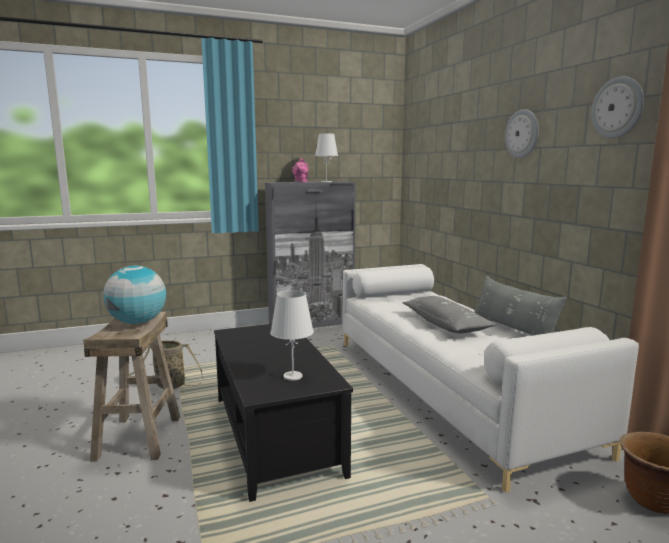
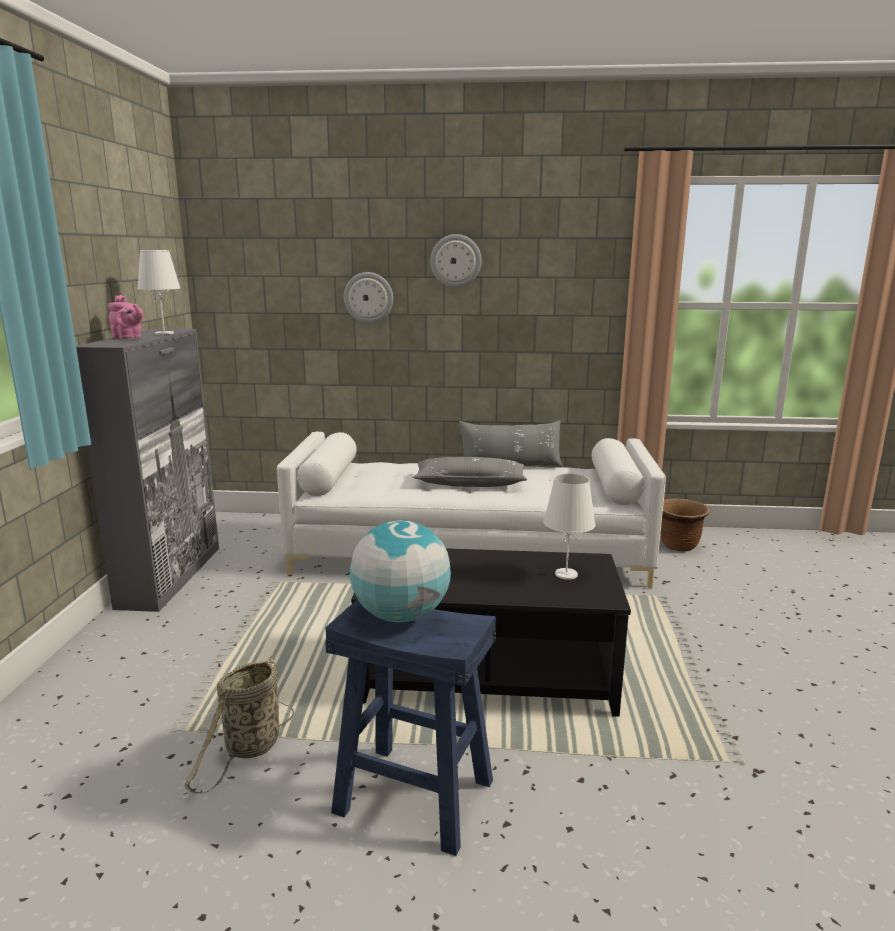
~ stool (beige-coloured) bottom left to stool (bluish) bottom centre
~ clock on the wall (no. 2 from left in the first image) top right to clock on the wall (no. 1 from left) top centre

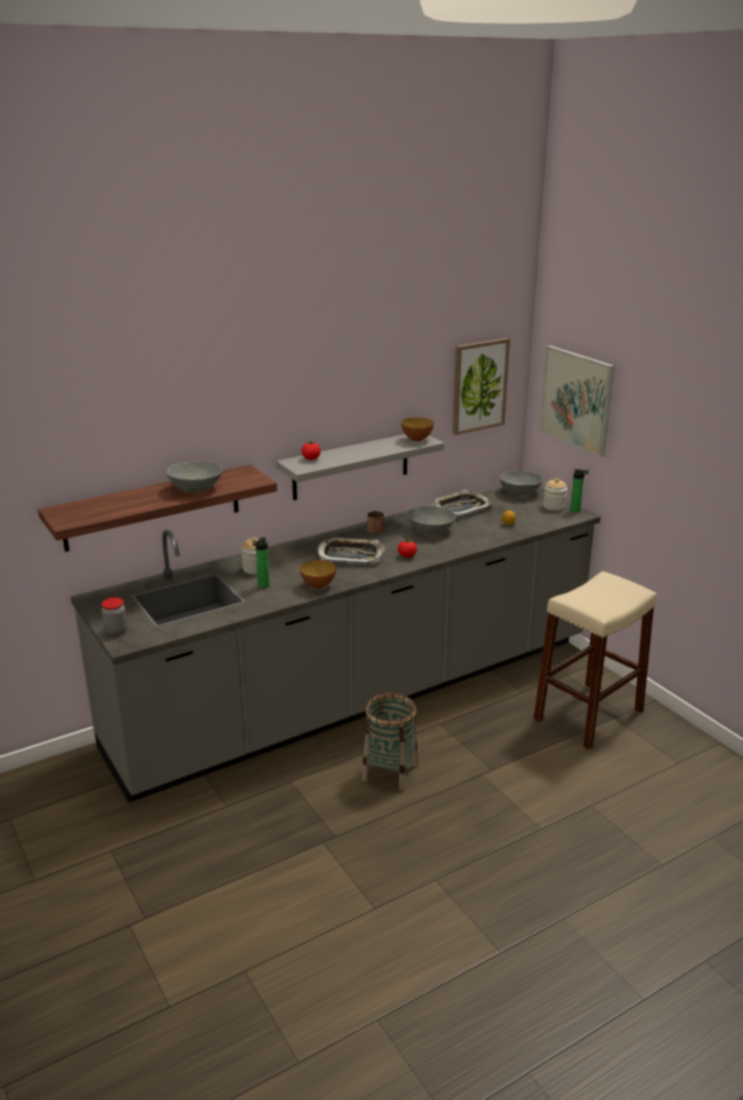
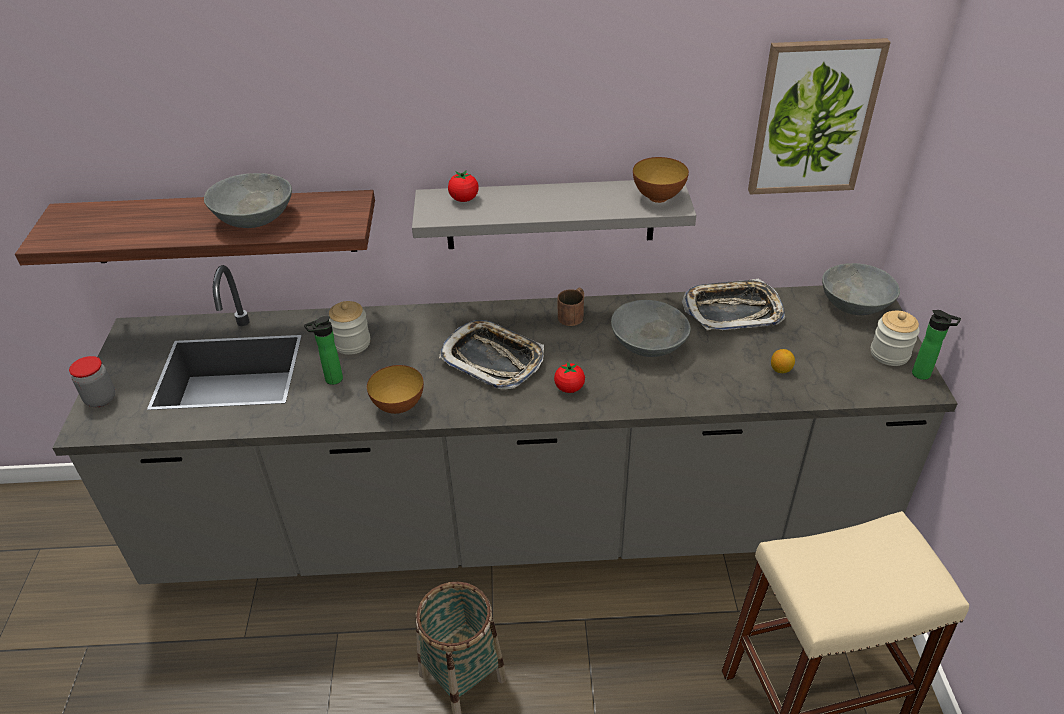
- wall picture (no. 2 from left) middle right

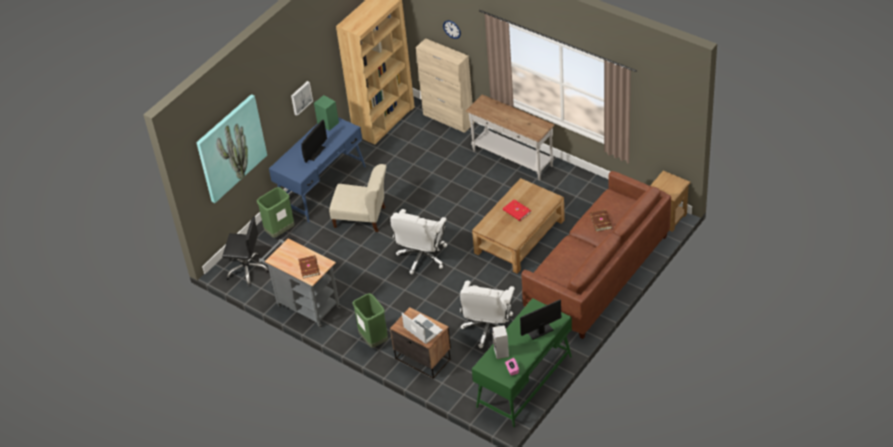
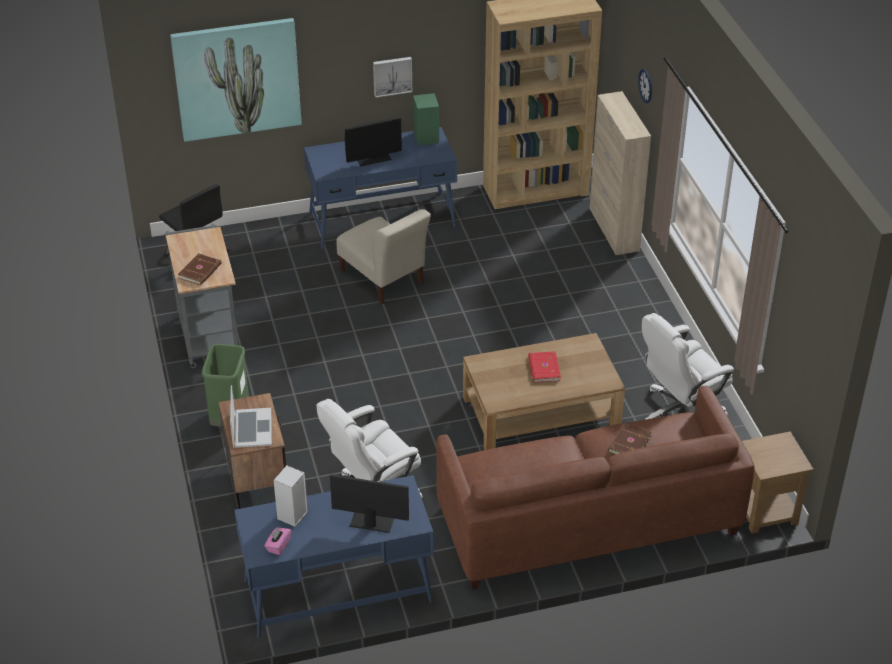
~ desk table (greenish) bottom centre to desk table (bluish) (no. 1 from left) bottom centre
~ desk chair (white-coloured) (no. 1 from left in the first image) centre to desk chair (white-coloured) (no. 2 from left) middle right
- waste bin (greenish) (no. 1 from left) middle left
- console table (white-coloured) top centre

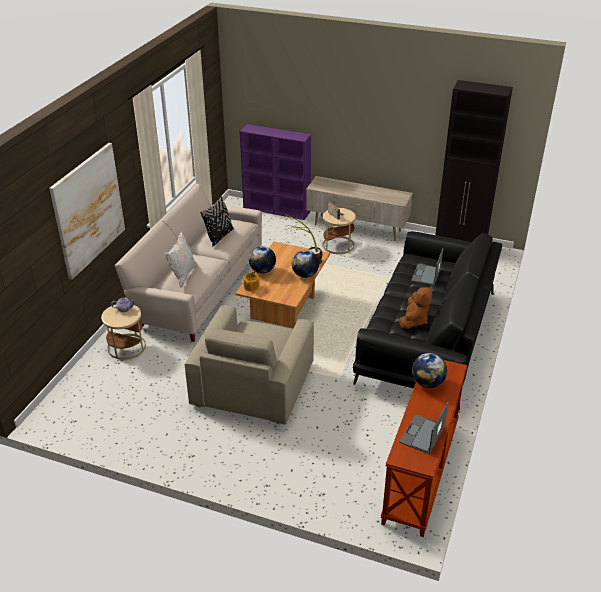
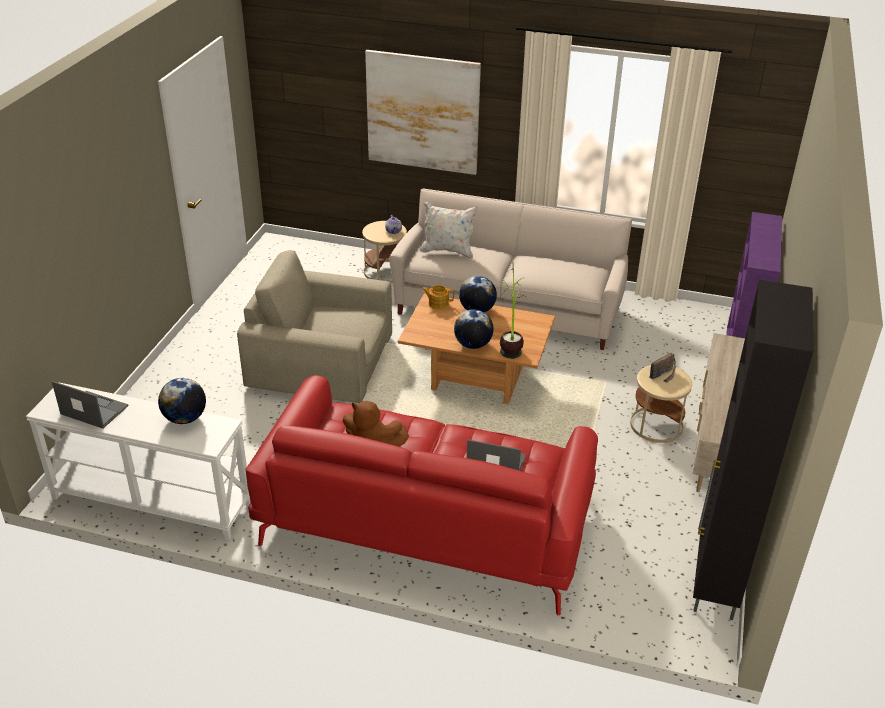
~ console table (brown) bottom right to console table (white-coloured) middle left
~ sofa (black) middle right to sofa (red-coloured) bottom centre
- pillow (black) centre

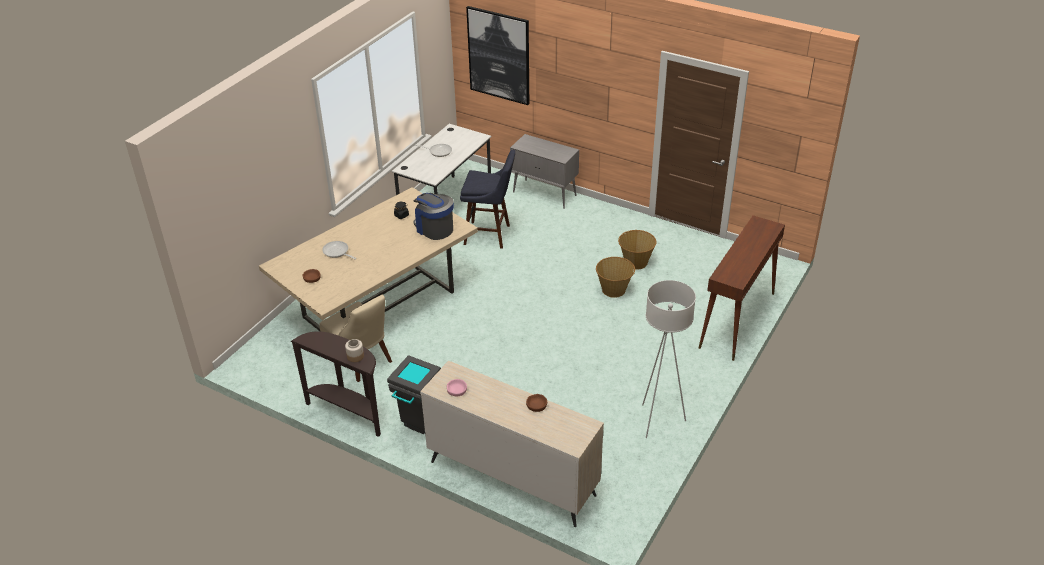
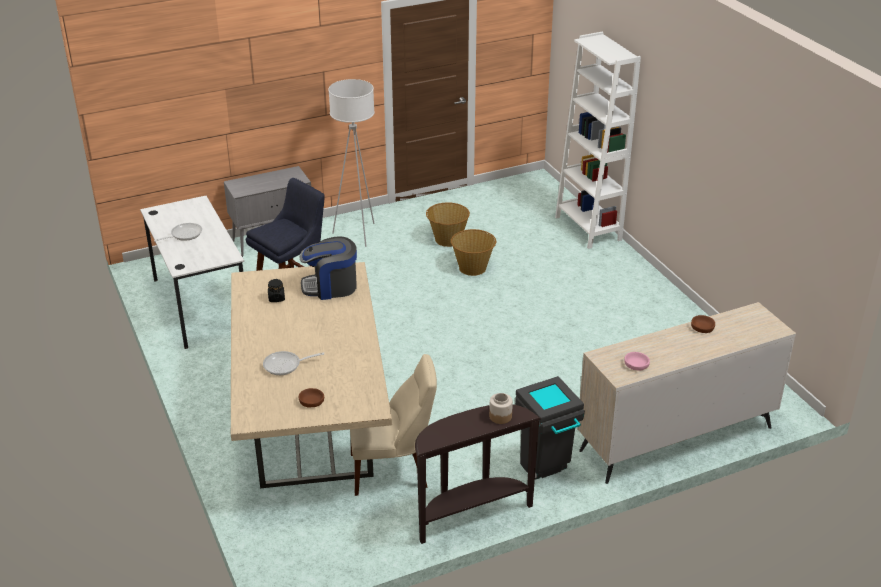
~ standing lamp (white-coloured) centre to top centre
~ console table (brown) (no. 2 from left) middle right to bookcase (white-coloured) top right
- wall picture top centre

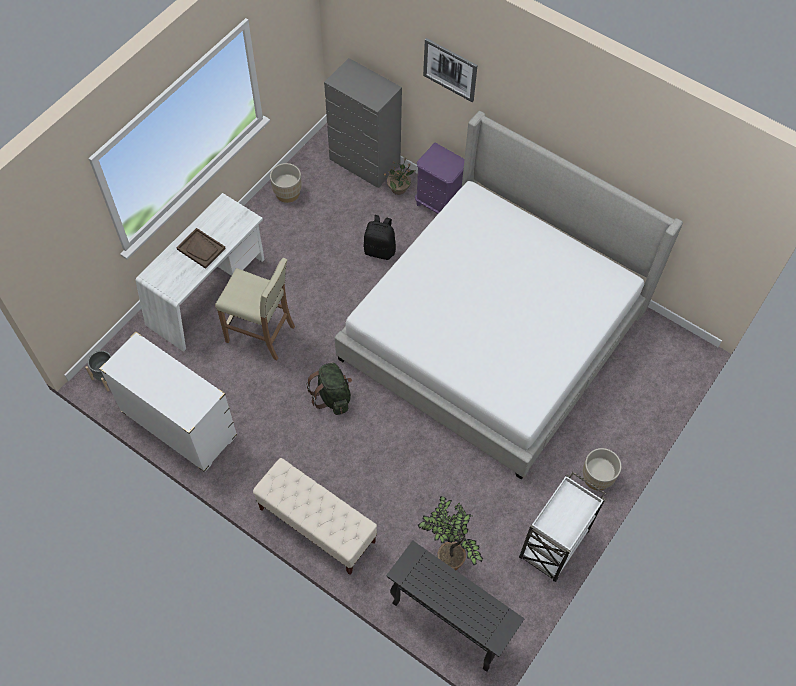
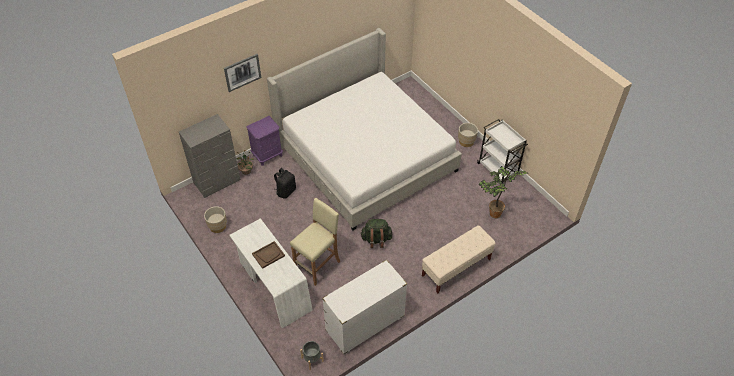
- console table (black) bottom centre

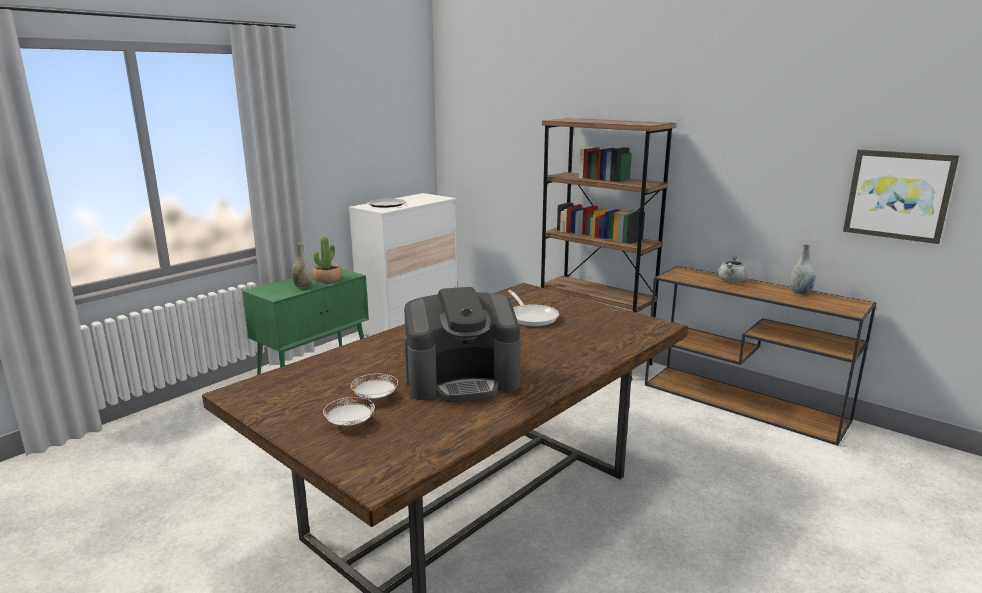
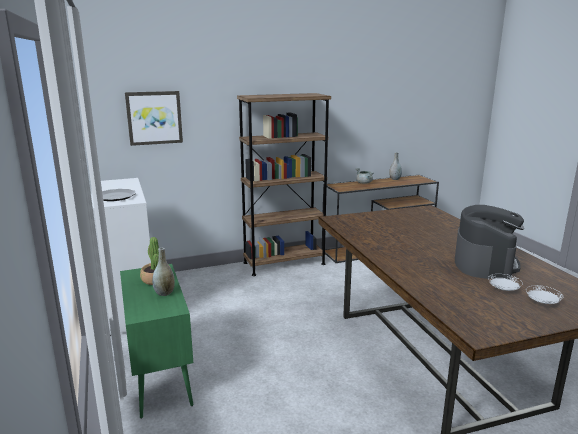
~ wall picture top right to top left
- pan centre

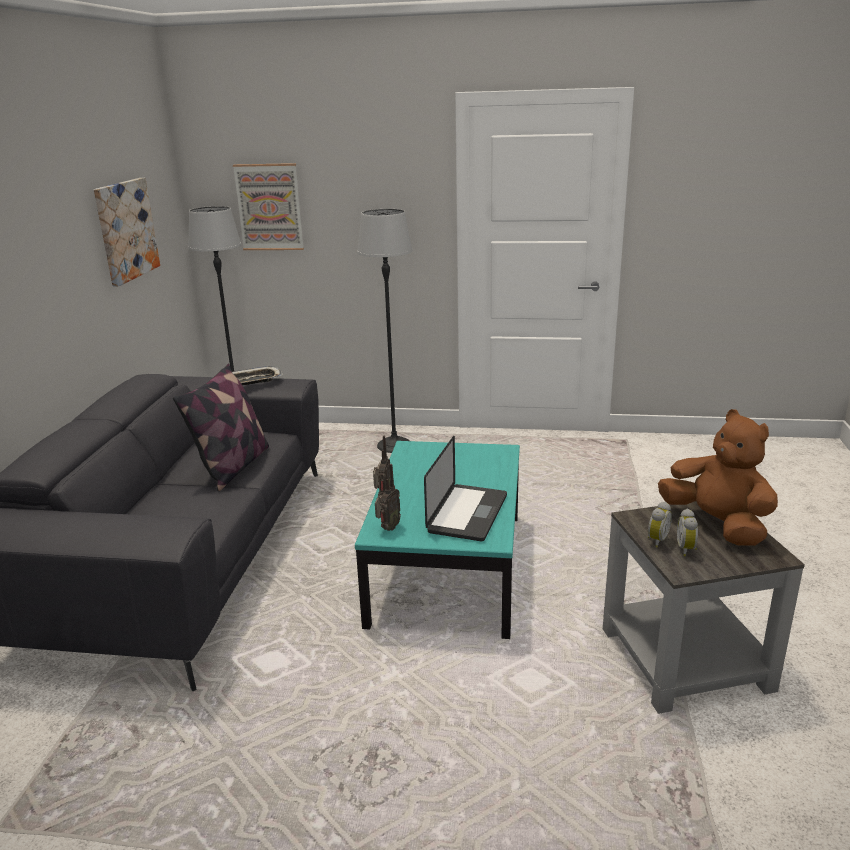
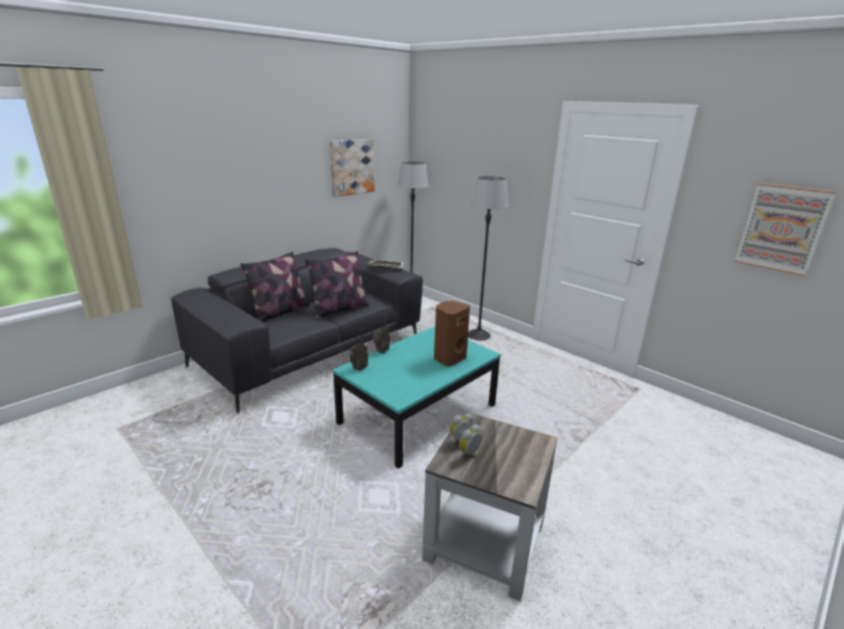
+ pillow (no. 1 from left) middle left
+ audio speaker (brown) centre
~ wall picture (no. 2 from left) top left to middle right
- portable computer centre
- plush toy (brown) middle right

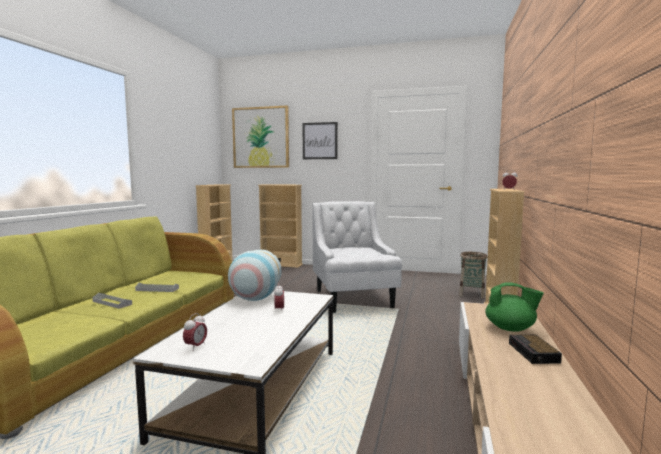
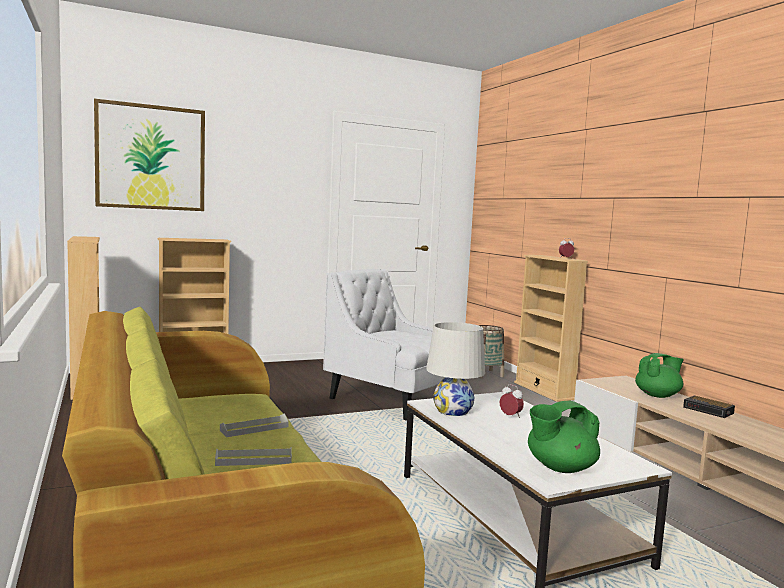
~ vase centre to lamp for a table (white-coloured) centre
~ table clock (no. 1 from left) bottom left to teapot (greenish) (no. 1 from left) bottom right
- wall picture (no. 2 from left) top centre

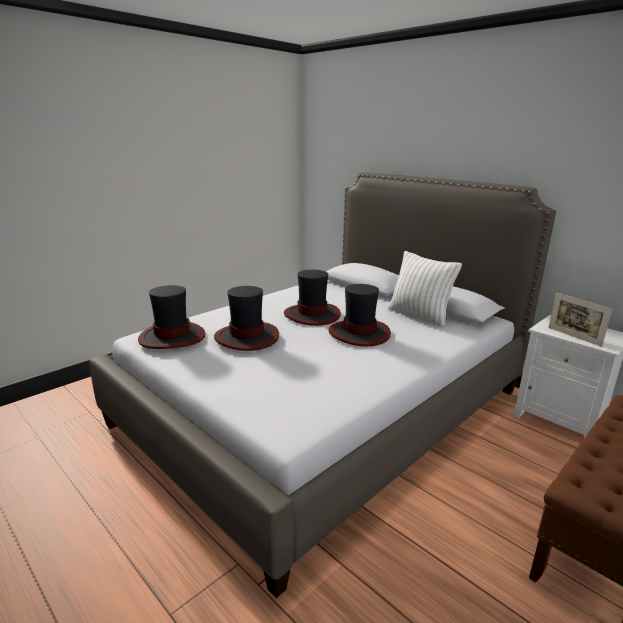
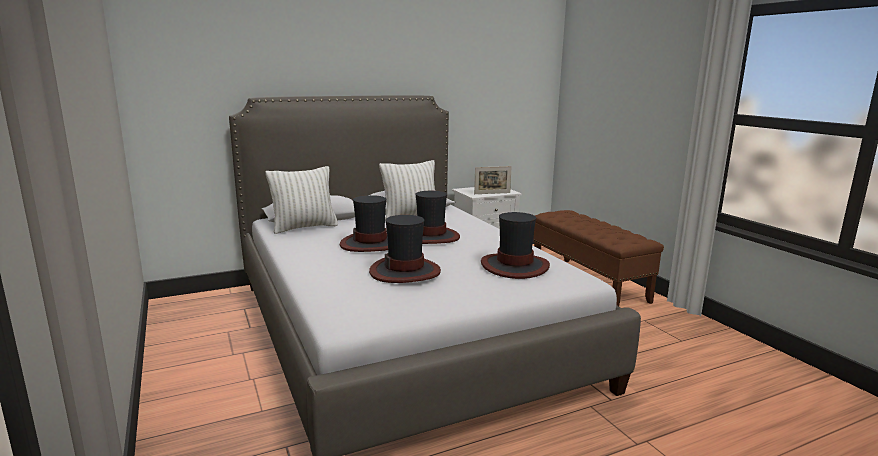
+ pillow (white-coloured) (no. 1 from left) centre
~ clothing hat (no. 1 from left in the first image) middle left to clothing hat (no. 4 from left) centre

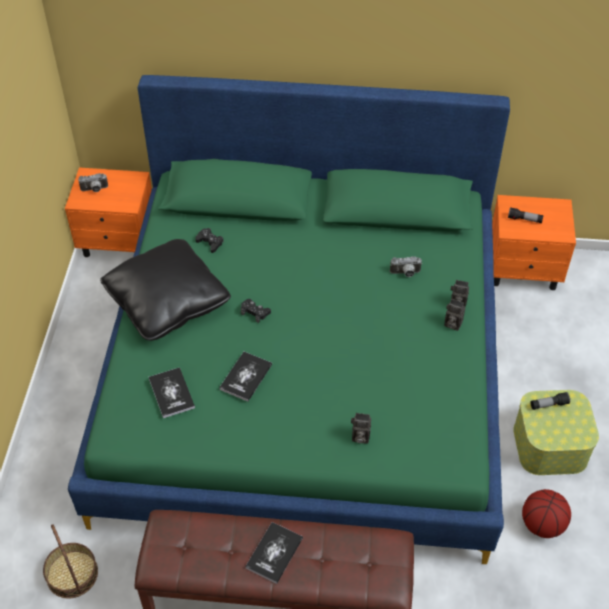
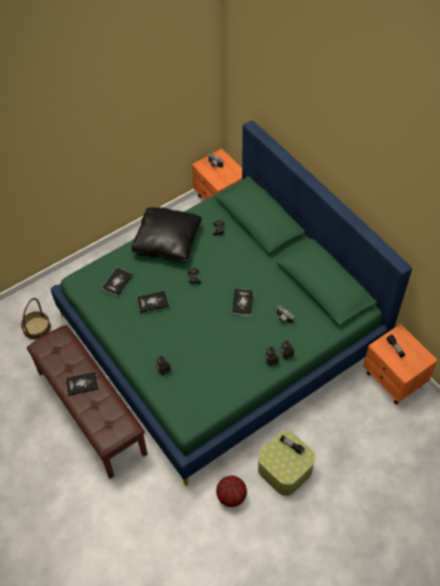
+ volume (no. 4 from left) centre

